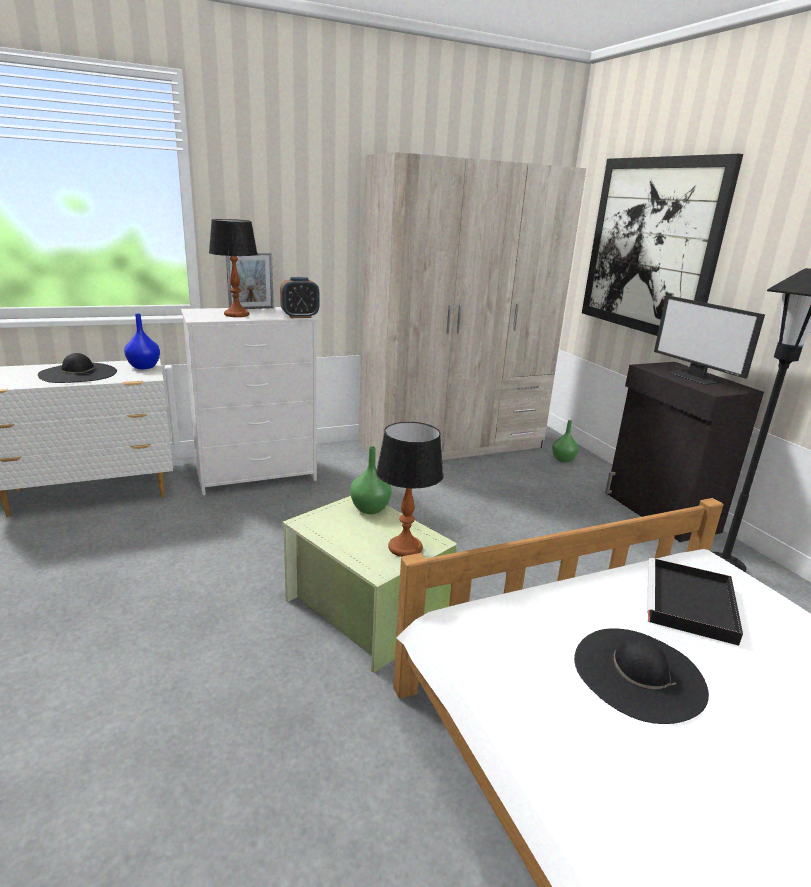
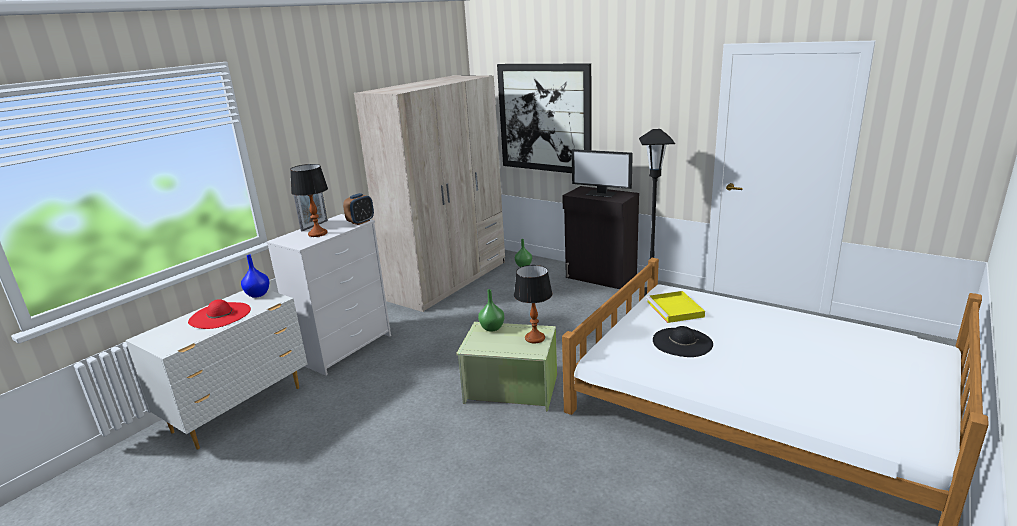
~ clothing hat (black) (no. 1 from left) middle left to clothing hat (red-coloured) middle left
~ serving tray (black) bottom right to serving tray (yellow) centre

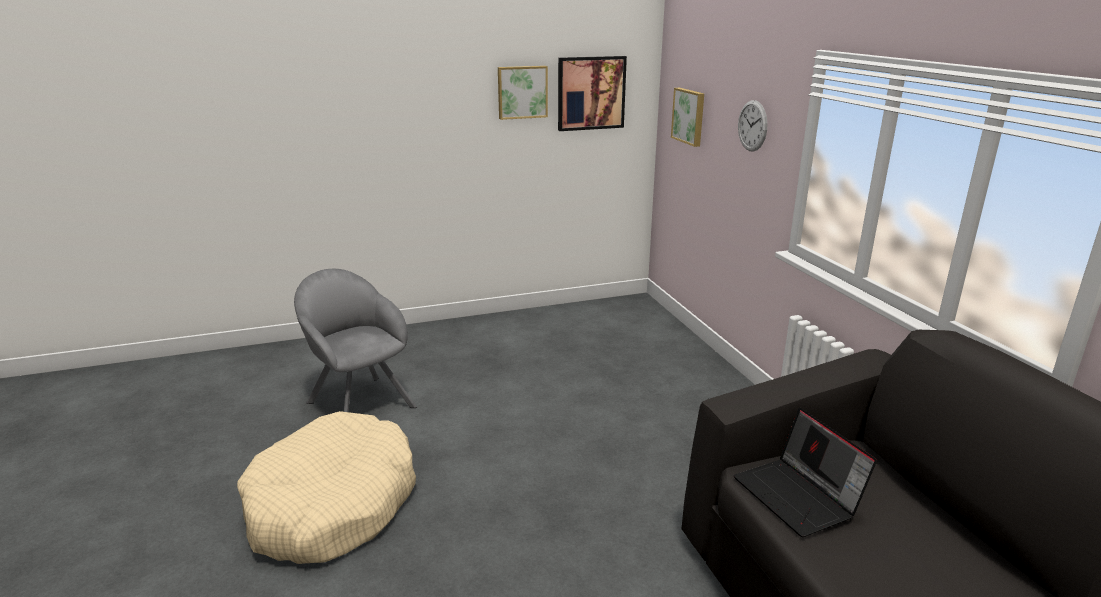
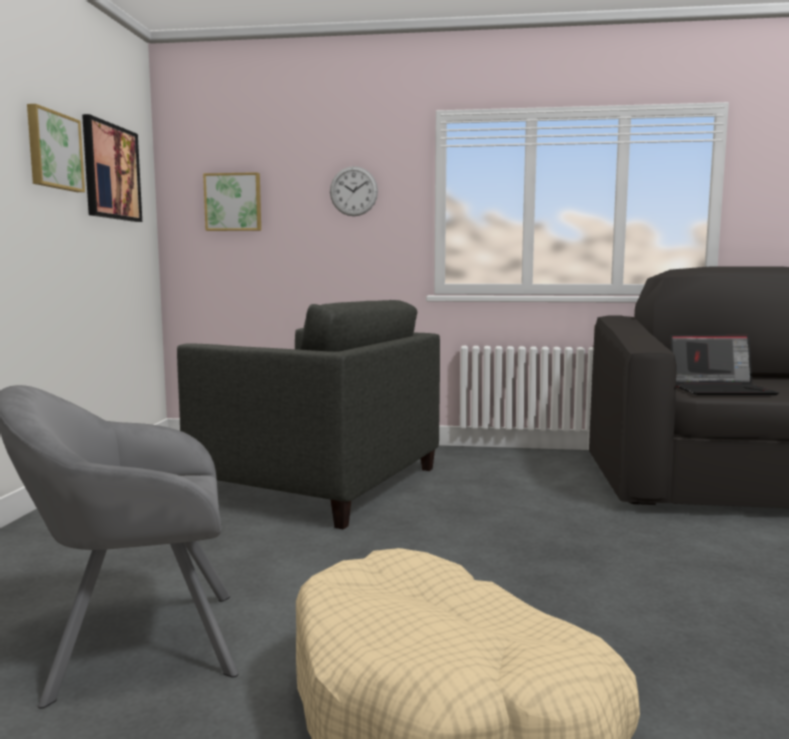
+ easy chair (gray) (no. 2 from left) centre

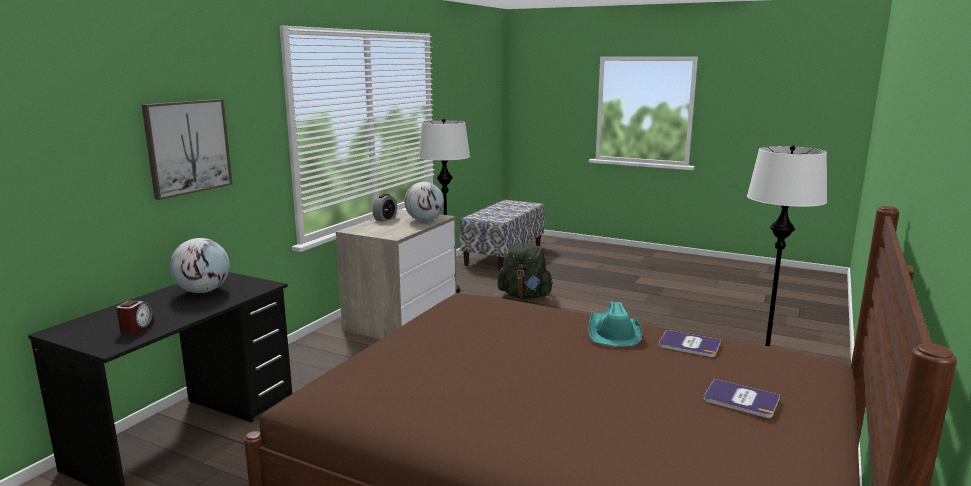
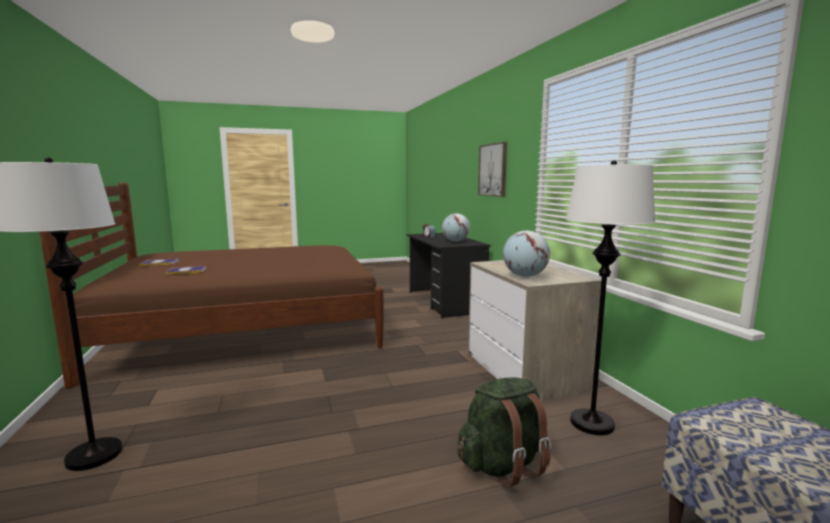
- table clock (no. 2 from left) centre
- clothing hat (blue-green) bottom centre

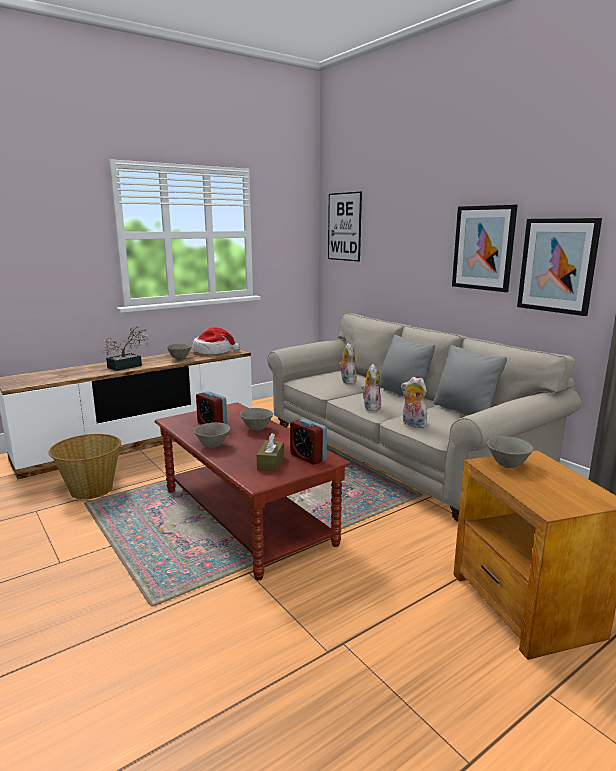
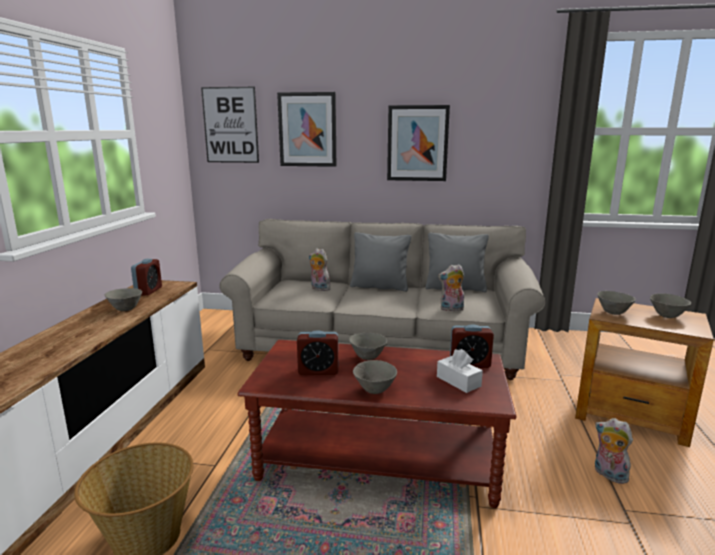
~ clothing hat centre to table clock (no. 1 from left) middle left
~ wall picture (no. 3 from left in the first image) middle right to wall picture (no. 2 from left) top centre
~ box of tissues (brown) centre to box of tissues (white-coloured) bottom centre
~ plush toy (no. 2 from left in the first image) centre to plush toy (no. 3 from left) bottom right
+ serving bowl (gray) (no. 5 from left) middle right
- houseplant middle left

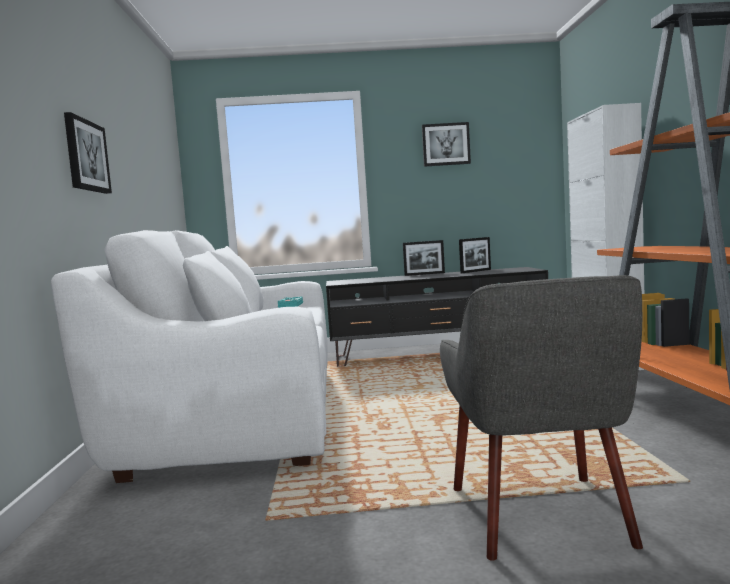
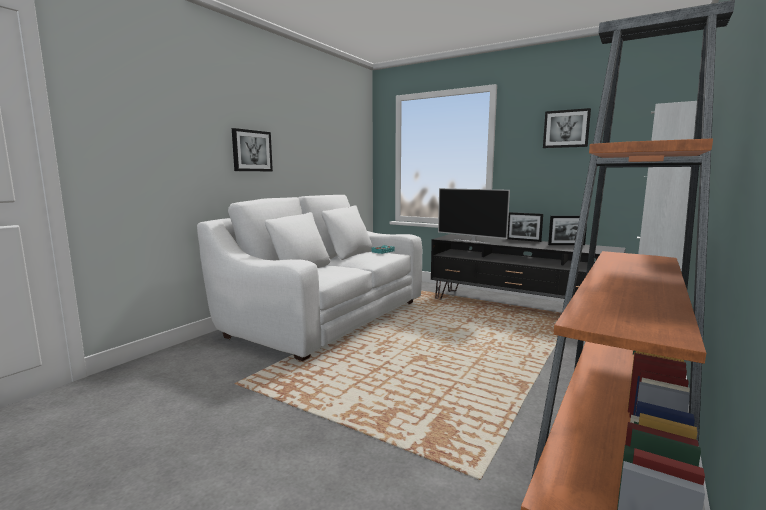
+ TV set centre
- easy chair (gray) bottom right

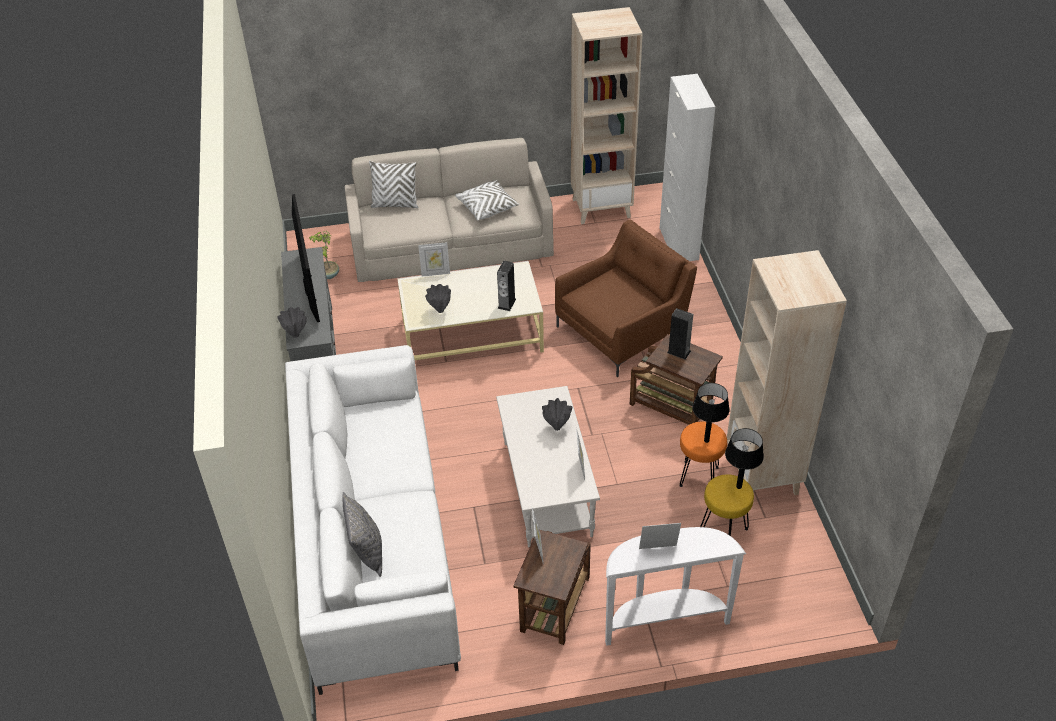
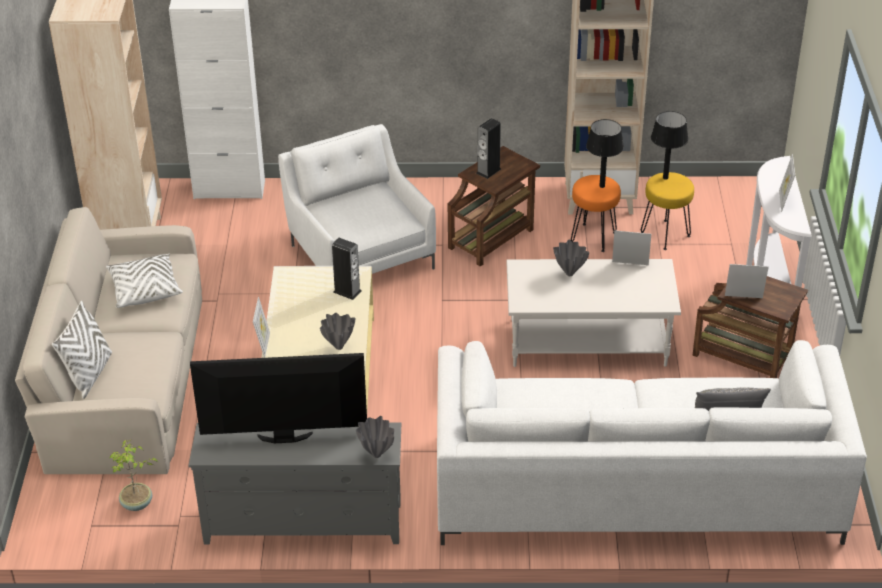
~ easy chair (brown) centre to easy chair (white-coloured) centre

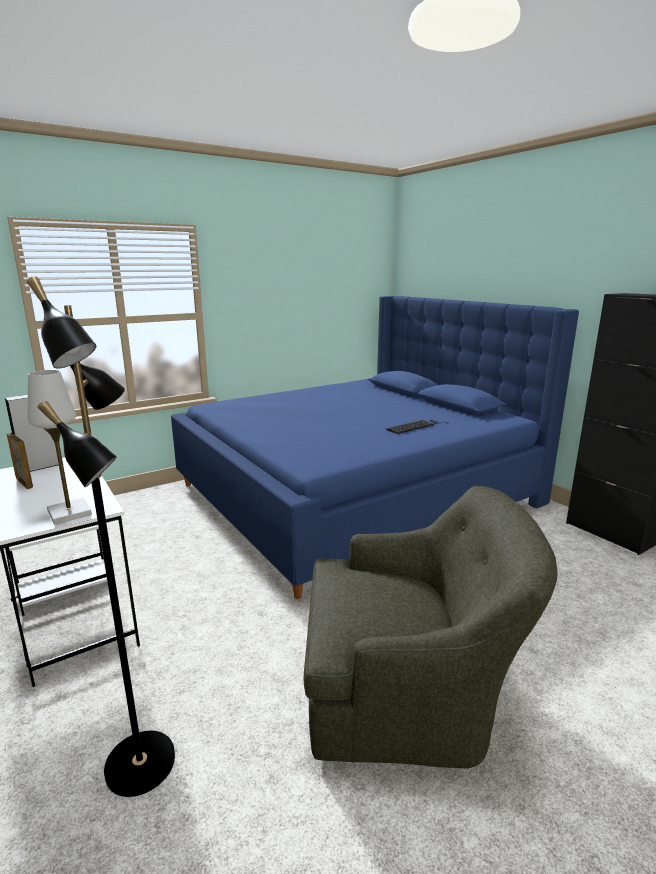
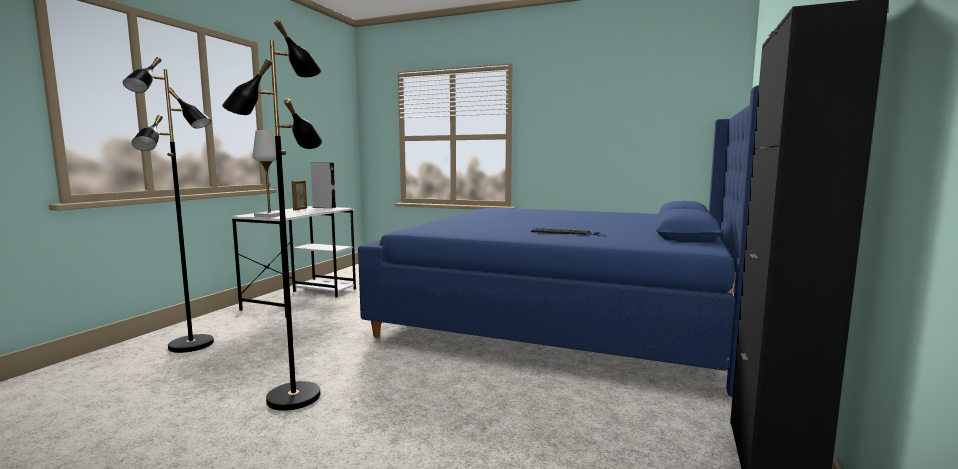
~ easy chair (greenish) bottom centre to standing lamp (black) (no. 2 from left) middle left

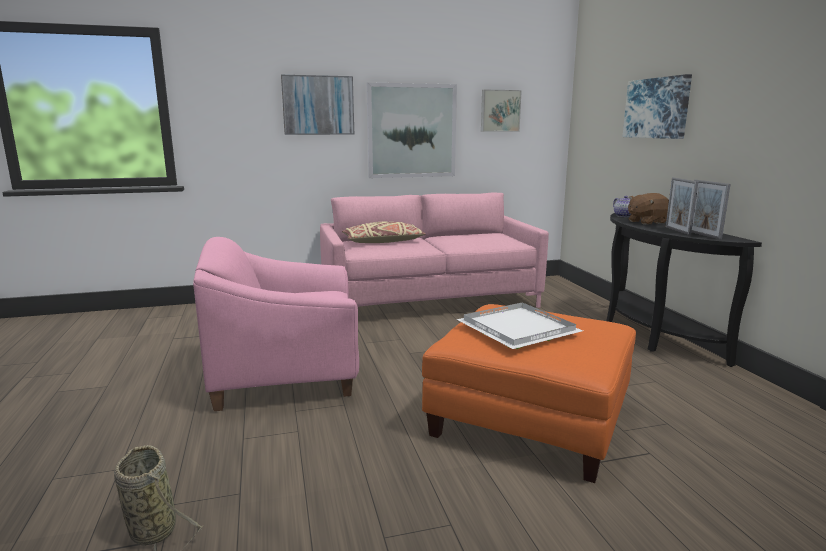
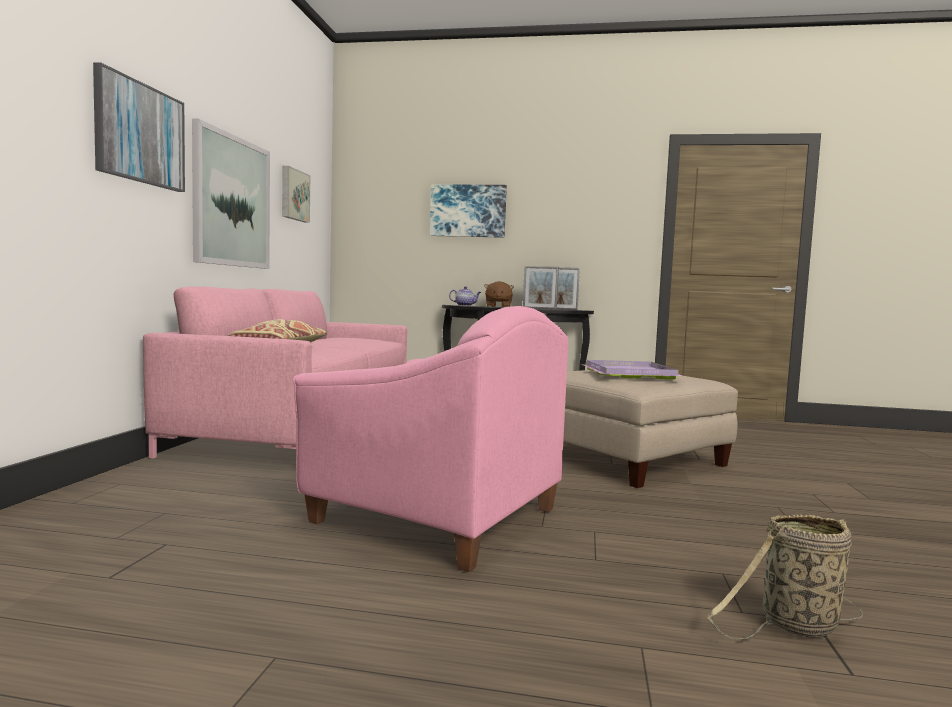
~ easy chair (pink) centre = centre 75 degrees counterclockwise
~ ottoman (orange-coloured) bottom centre to ottoman (beige-coloured) middle right
~ serving tray (white-coloured) centre to serving tray (purple) centre

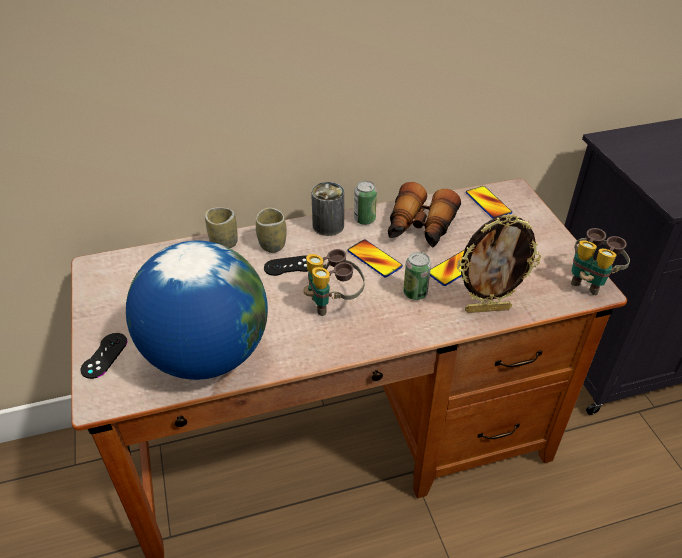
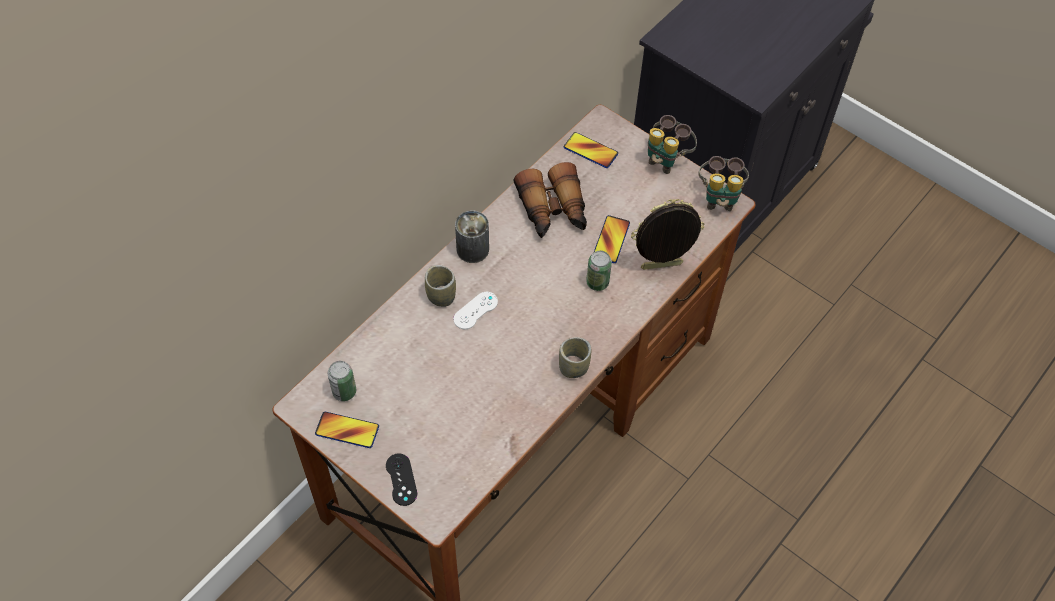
~ telephone (no. 1 from left) centre to bottom left
~ sealed can (no. 2 from left in the first image) centre to sealed can (no. 1 from left) middle left
~ game controller (black) (no. 2 from left) centre to game controller (white-coloured) centre
~ small cup (no. 1 from left in the first image) middle left to small cup (no. 2 from left) centre
~ standing frame middle right = centre 150 degrees counterclockwise
~ pair of binoculars (no. 1 from left in the first image) centre to pair of binoculars (no. 2 from left) top centre
- globe middle left

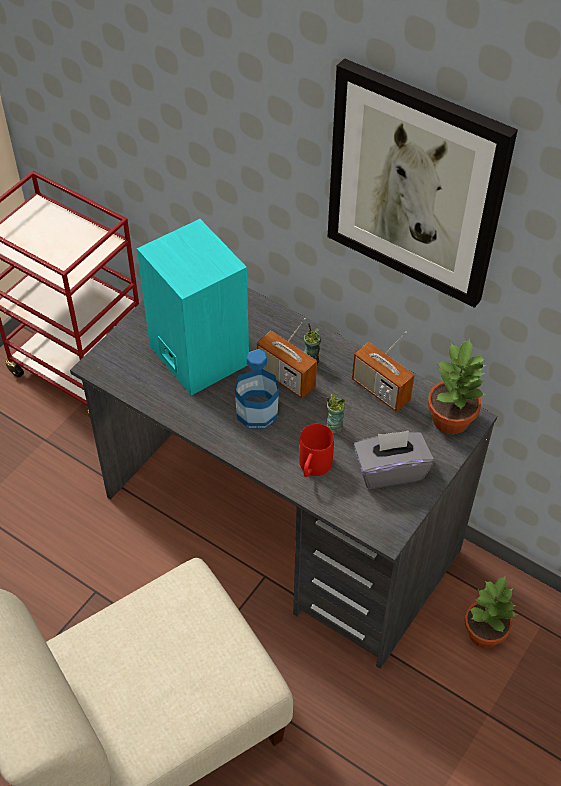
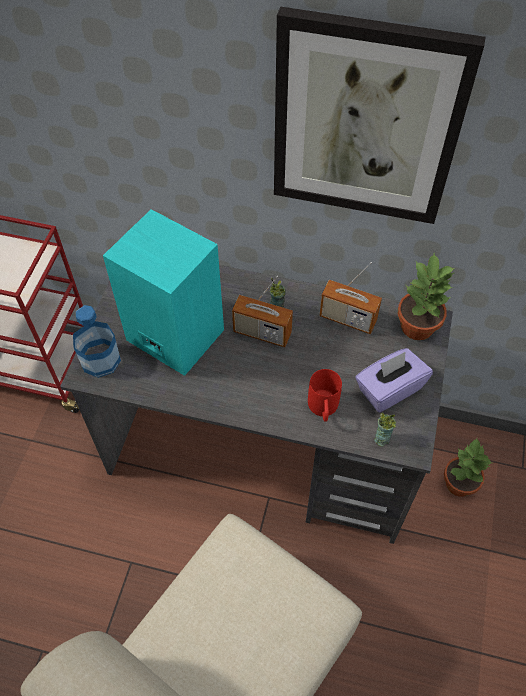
~ beverage bottle centre to middle left
~ box of tissues (gray) middle right to box of tissues (purple) middle right
~ small cup (no. 2 from left) centre to middle right

